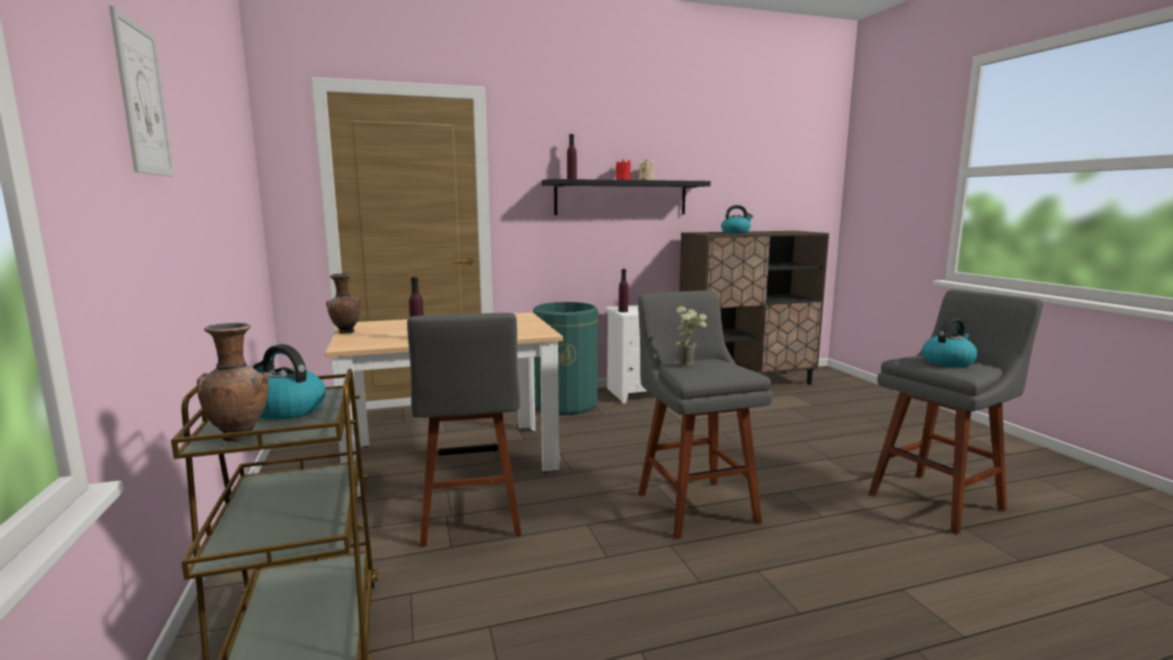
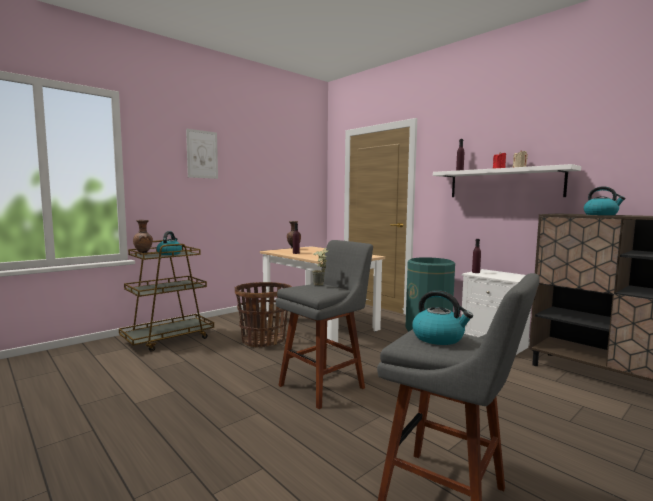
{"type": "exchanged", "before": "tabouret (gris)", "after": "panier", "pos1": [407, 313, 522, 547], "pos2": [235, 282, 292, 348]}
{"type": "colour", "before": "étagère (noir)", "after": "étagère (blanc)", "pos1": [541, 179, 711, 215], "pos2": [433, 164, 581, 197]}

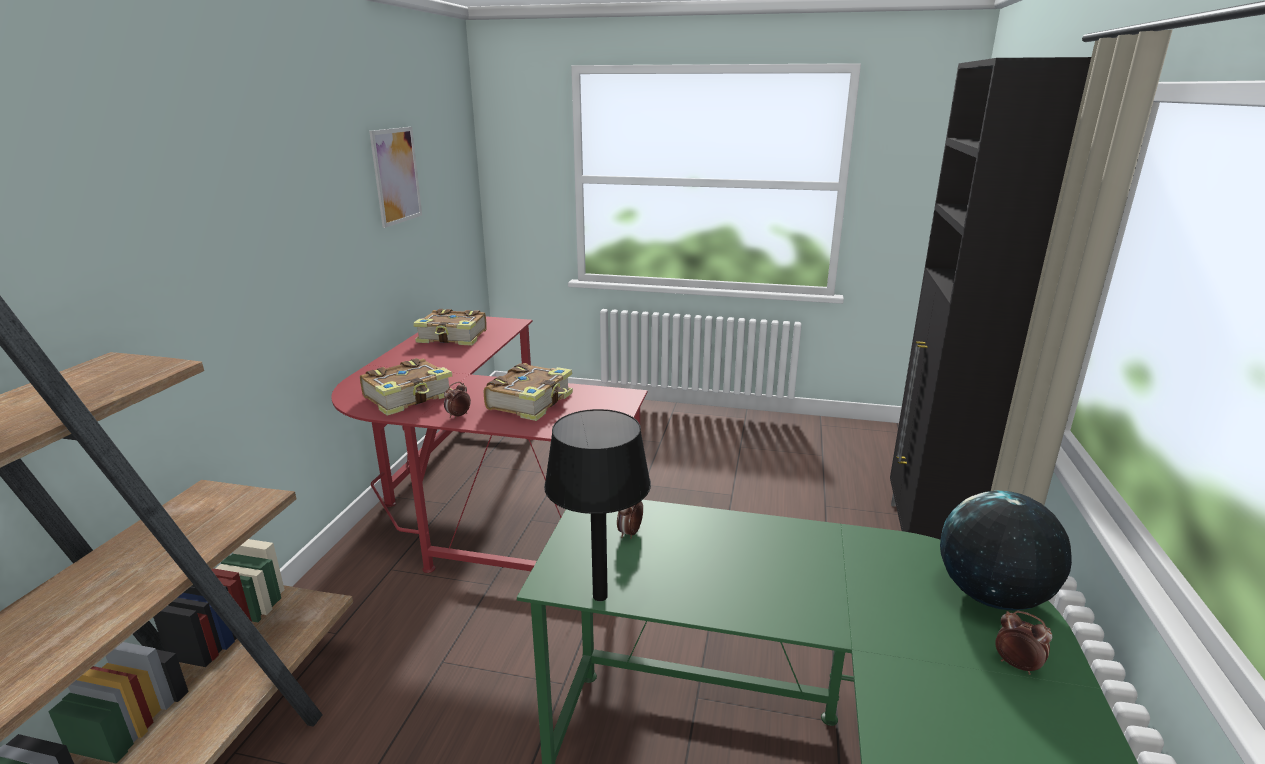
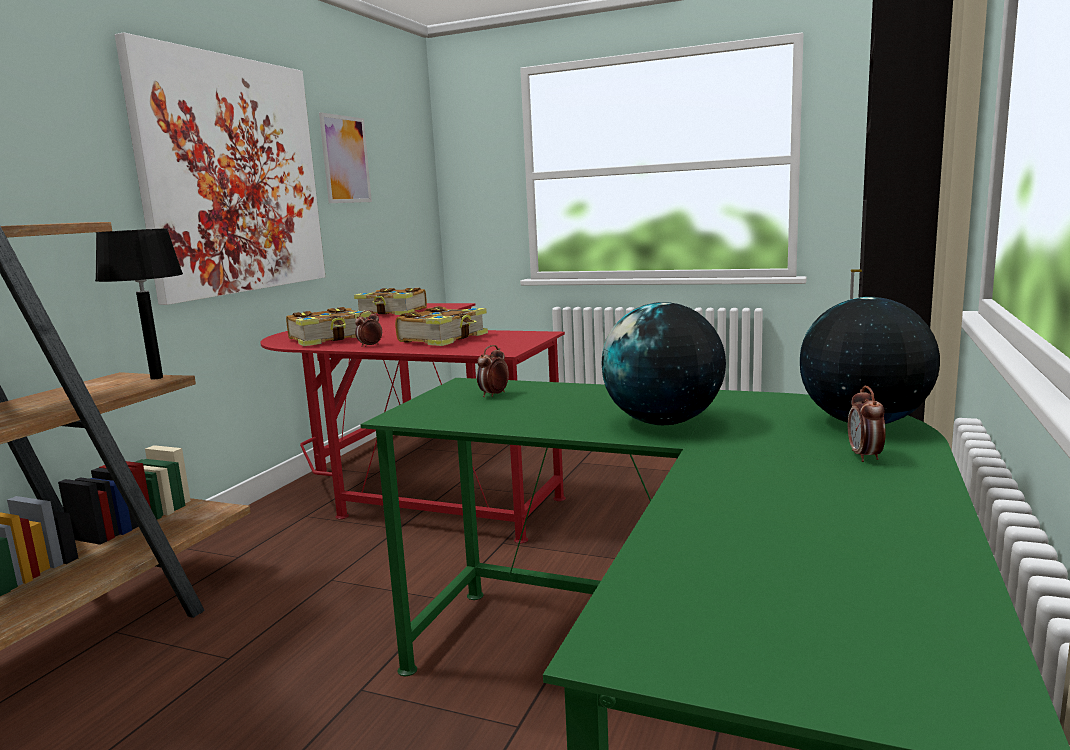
{"type": "appeared", "after": "tableau", "pos2": [115, 32, 325, 305]}
{"type": "appeared", "after": "globe", "pos2": [602, 302, 726, 425]}
{"type": "relocated", "before": "lampe de table (noir)", "pos1": [544, 409, 651, 601], "pos2": [95, 228, 183, 379]}
{"type": "spun", "before": "réveil", "pos1": [995, 611, 1052, 675], "pos2": [848, 386, 886, 462], "turn": -135}

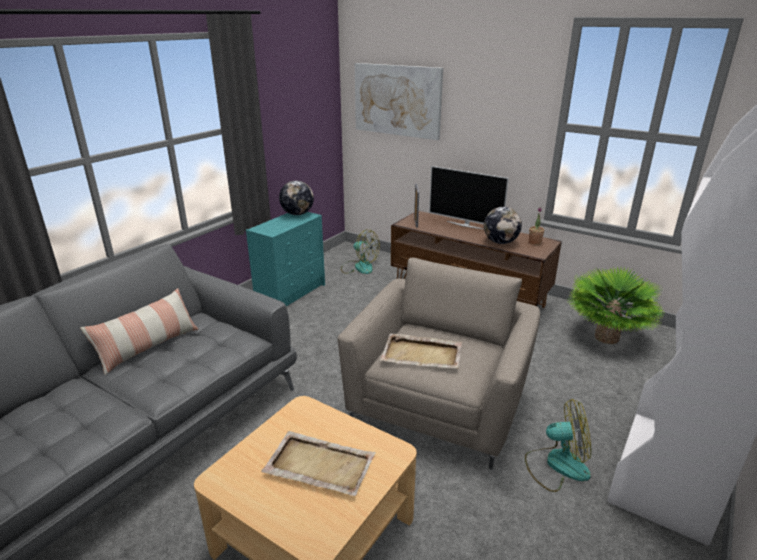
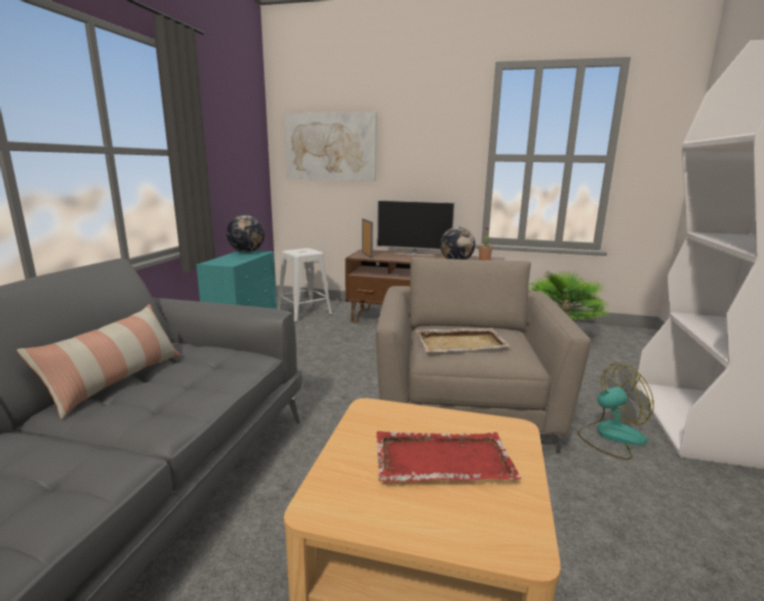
{"type": "exchanged", "before": "ventilateur", "after": "tabouret (blanc)", "pos1": [341, 229, 380, 274], "pos2": [277, 248, 332, 322]}
{"type": "colour", "before": "plateau (beige)", "after": "plateau (rouge)", "pos1": [261, 431, 376, 496], "pos2": [376, 431, 521, 482]}

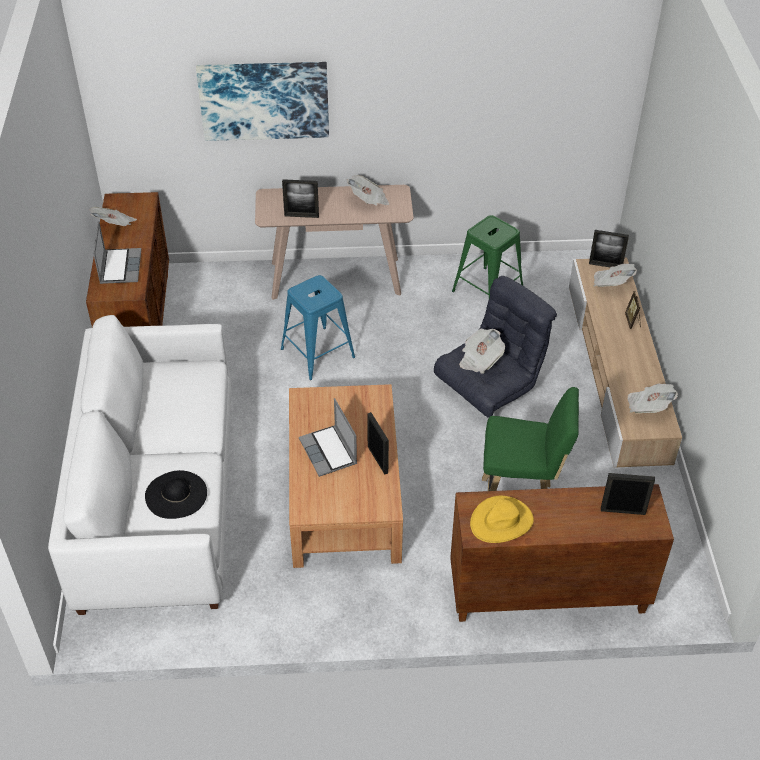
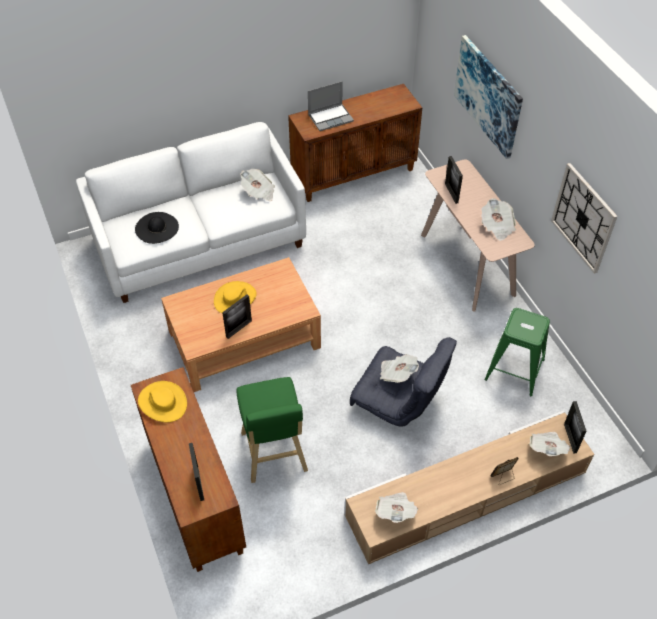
{"type": "missing", "before": "tabouret (bleu)", "pos1": [281, 275, 355, 380]}
{"type": "appeared", "after": "horloge murale", "pos2": [551, 163, 617, 274]}
{"type": "relocated", "before": "journal", "pos1": [89, 207, 137, 226], "pos2": [240, 169, 275, 201]}
{"type": "exchanged", "before": "ordinateur portable", "after": "chapeau (jaune)", "pos1": [299, 398, 357, 477], "pos2": [214, 281, 257, 313]}

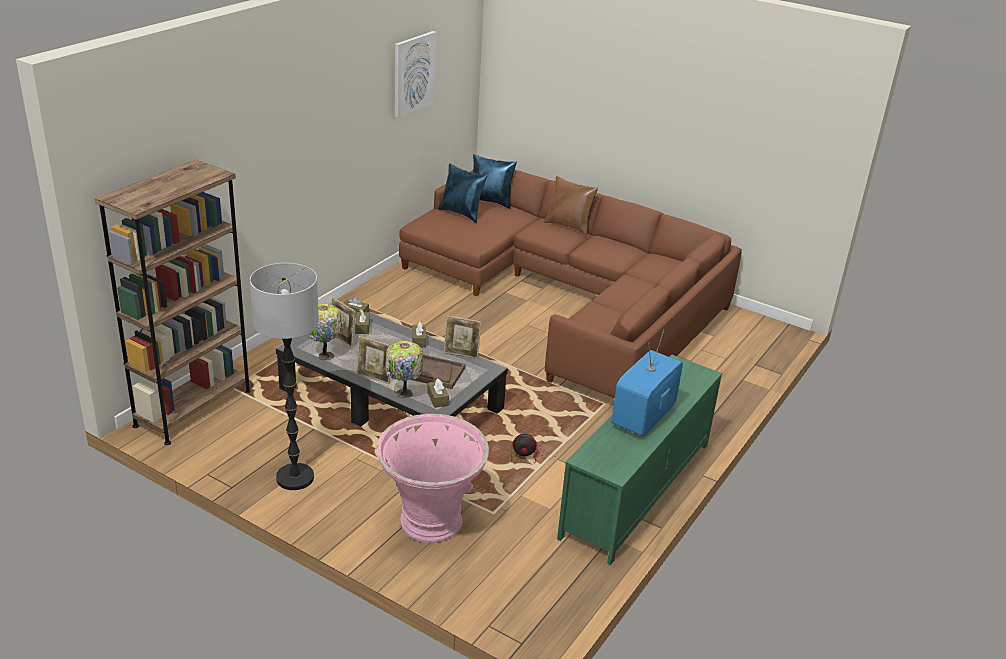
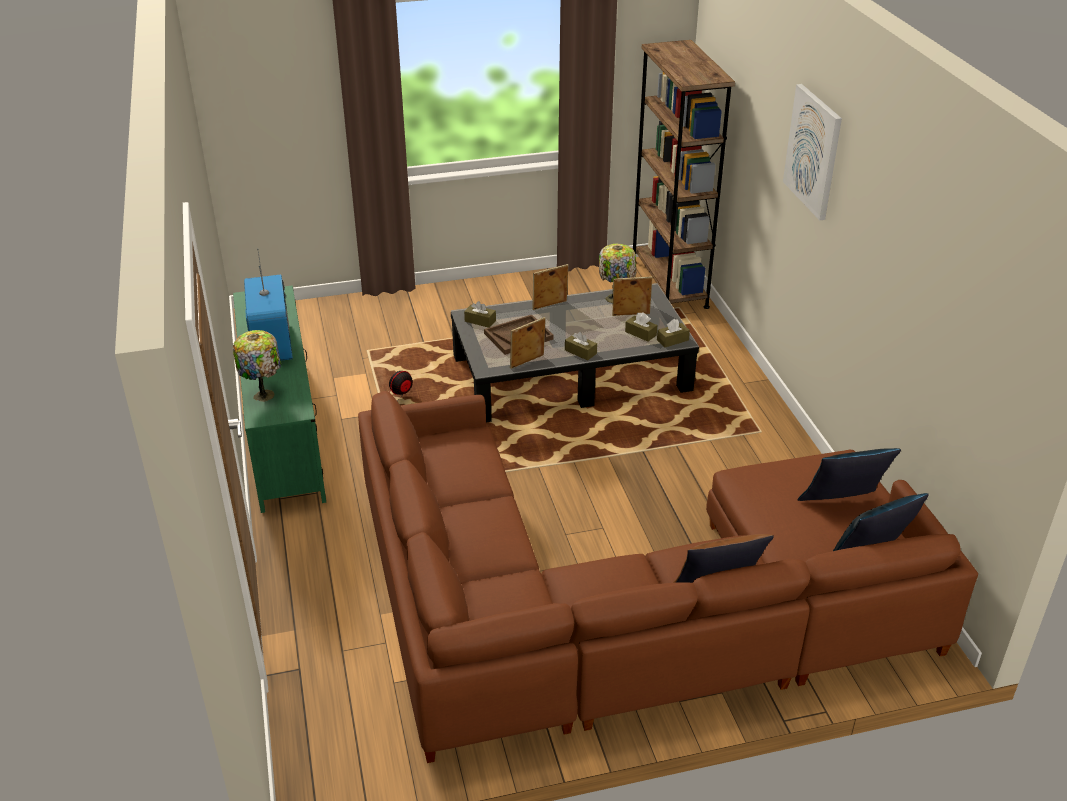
{"type": "missing", "before": "lampadaire", "pos1": [250, 263, 319, 490]}
{"type": "missing", "before": "cache-pot (rose)", "pos1": [377, 414, 489, 543]}
{"type": "relocated", "before": "lampe de table", "pos1": [385, 341, 423, 398], "pos2": [233, 330, 281, 402]}
{"type": "relocated", "before": "tableau", "pos1": [395, 31, 436, 118], "pos2": [783, 84, 842, 220]}

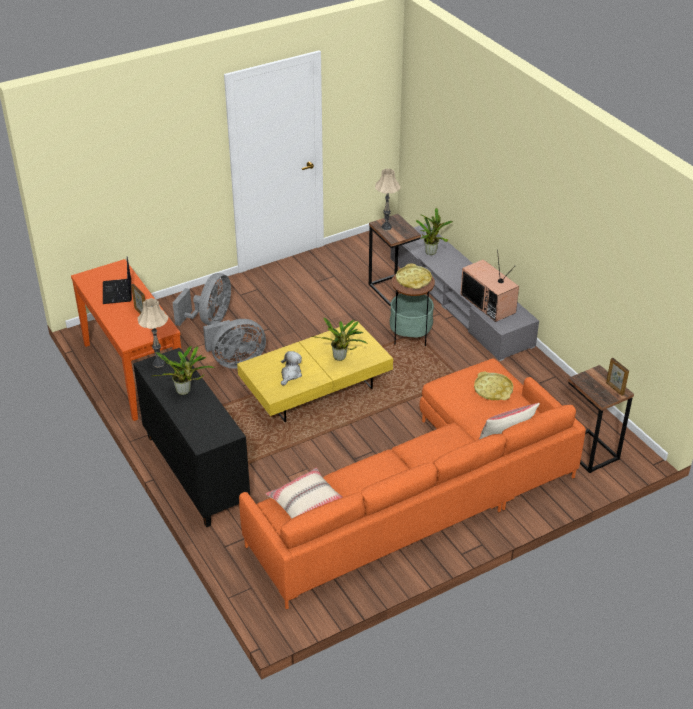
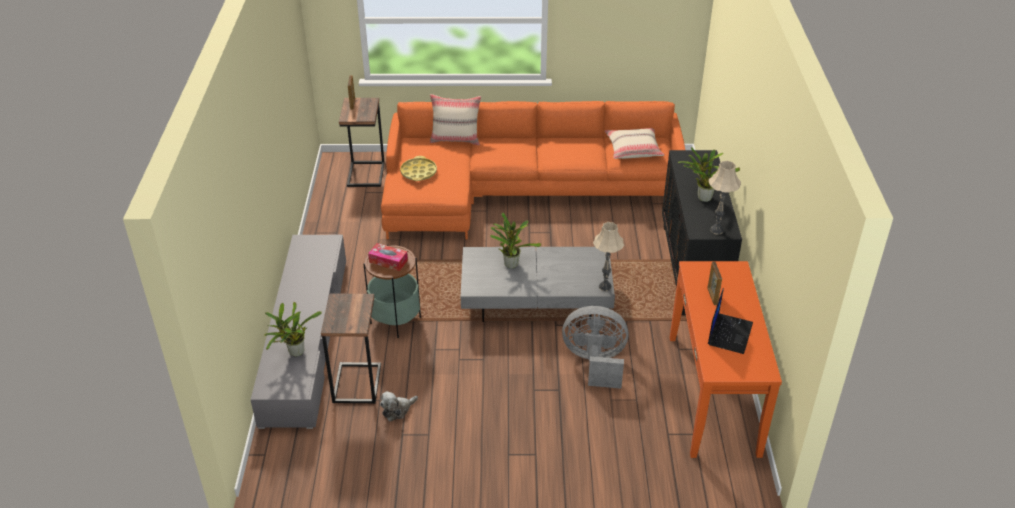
{"type": "missing", "before": "ventilateur (gris)", "pos1": [173, 273, 231, 326]}
{"type": "missing", "before": "téléviseur", "pos1": [460, 250, 519, 322]}
{"type": "relocated", "before": "peluche", "pos1": [281, 351, 302, 386], "pos2": [380, 391, 418, 421]}
{"type": "relocated", "before": "lampe de table (beige)", "pos1": [375, 169, 401, 231], "pos2": [593, 222, 624, 291]}
{"type": "exchanged", "before": "plateau (jaune)", "after": "boîte à mouchoirs", "pos1": [396, 264, 432, 289], "pos2": [368, 243, 408, 271]}
{"type": "colour", "before": "table basse (jaune)", "after": "table basse (gris)", "pos1": [237, 321, 393, 422], "pos2": [461, 247, 615, 322]}

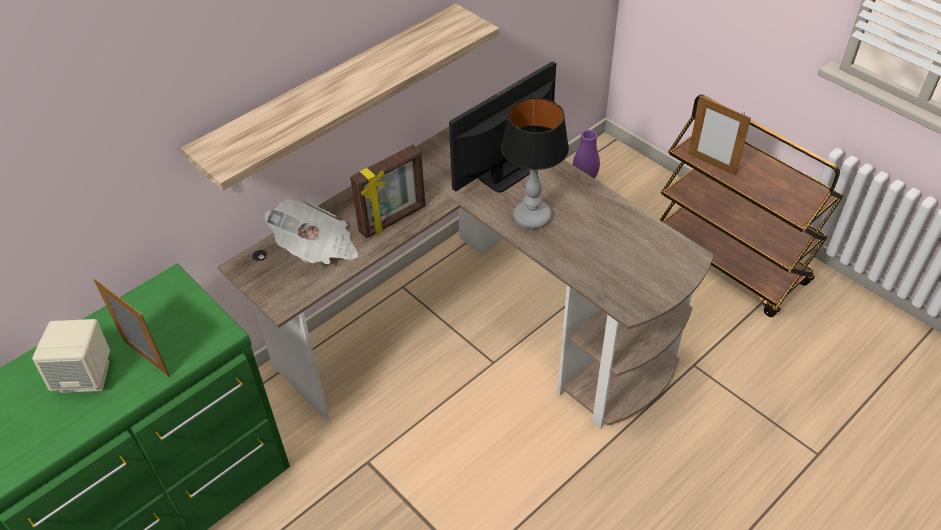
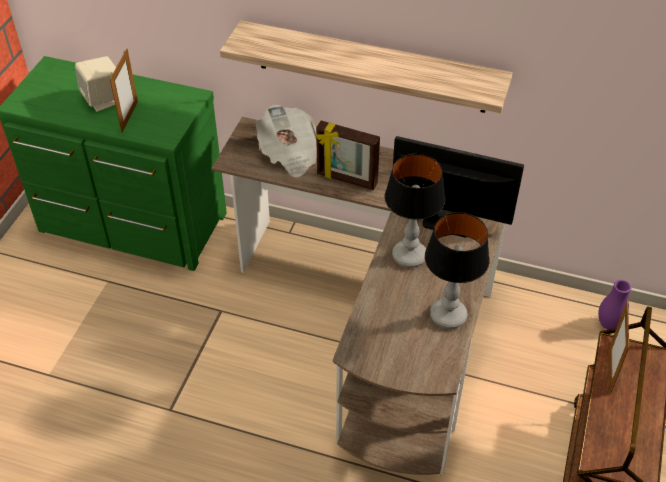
{"type": "appeared", "after": "lampe de table", "pos2": [425, 212, 490, 329]}

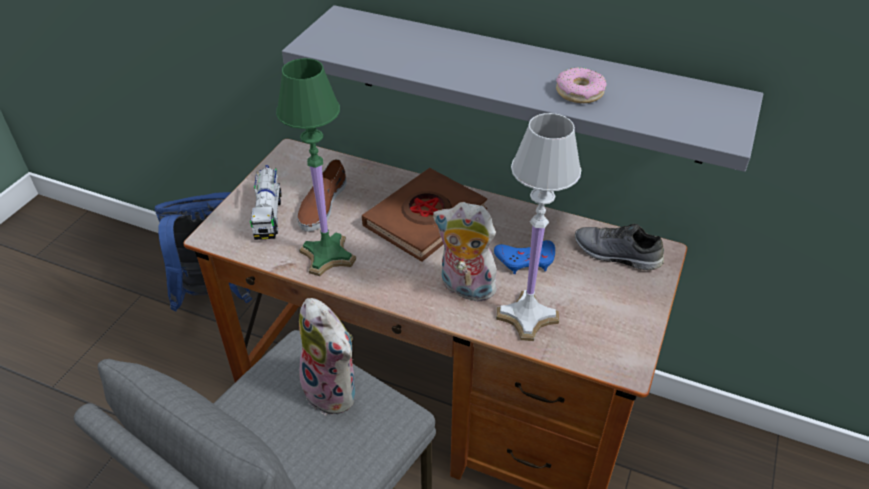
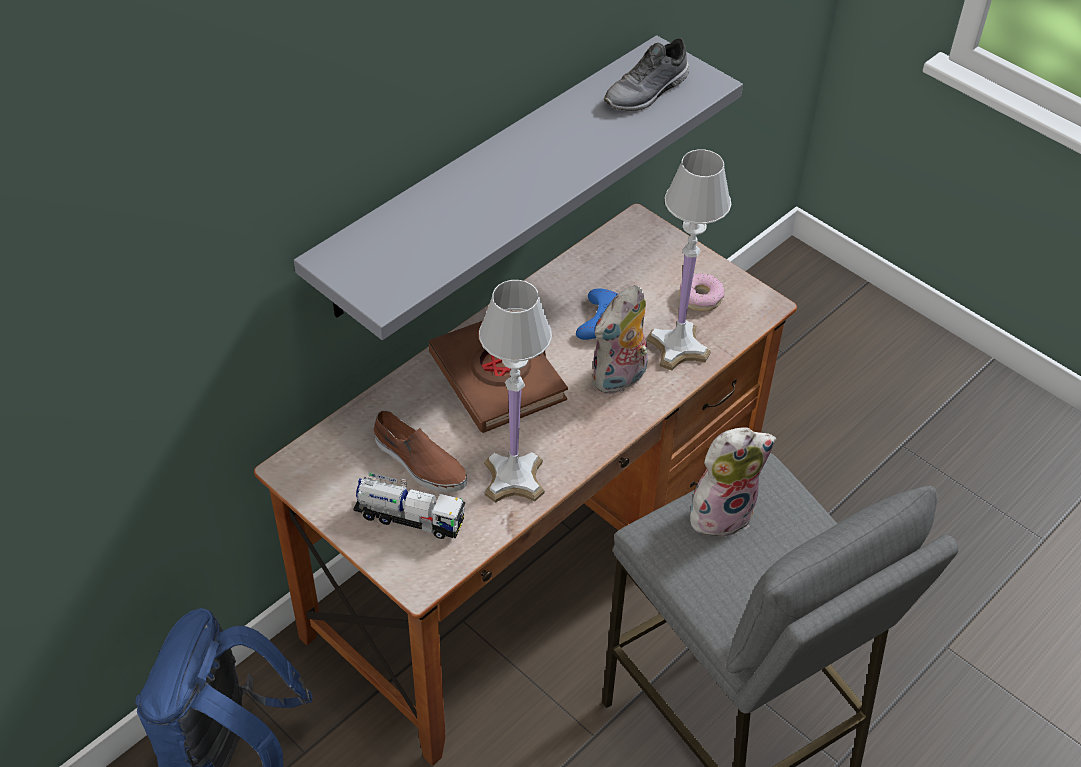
{"type": "relocated", "before": "beignet", "pos1": [556, 67, 607, 103], "pos2": [679, 273, 724, 311]}
{"type": "relocated", "before": "chaussure (gris)", "pos1": [575, 224, 664, 270], "pos2": [604, 38, 689, 111]}
{"type": "colour", "before": "lampe de table (vert)", "after": "lampe de table (blanc)", "pos1": [276, 58, 356, 276], "pos2": [479, 280, 552, 503]}

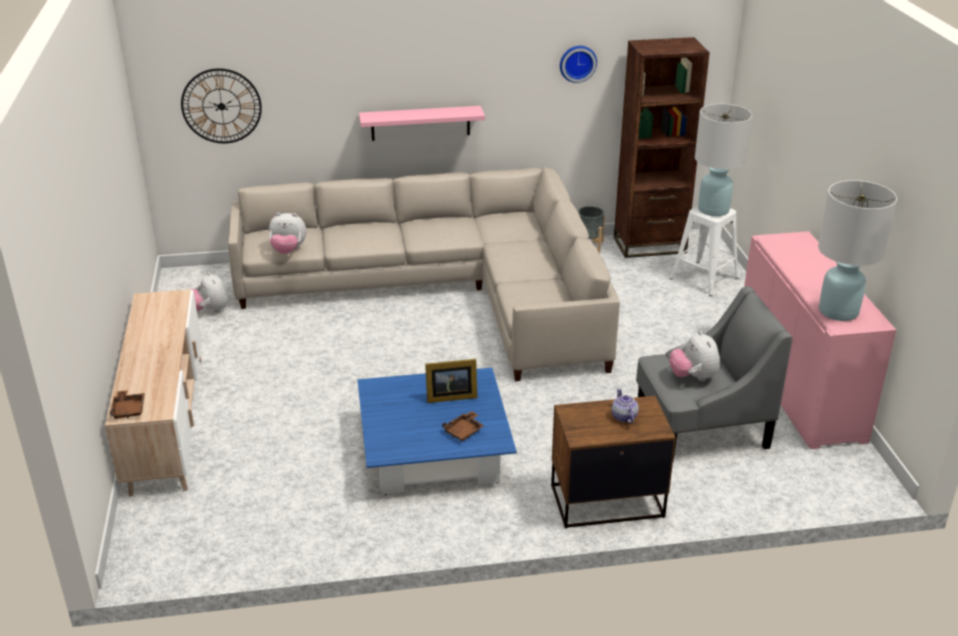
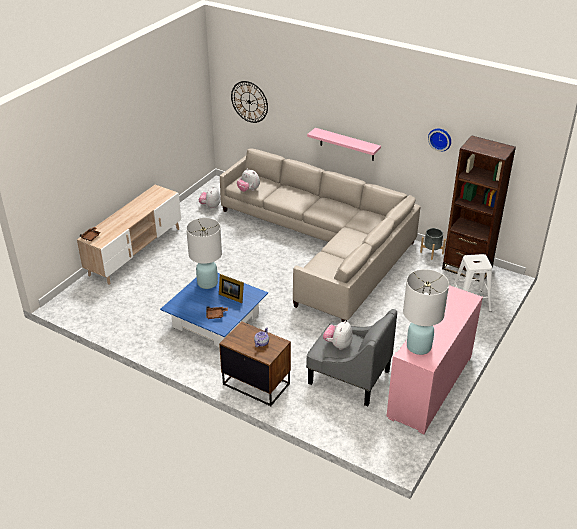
{"type": "relocated", "before": "lampe de table (blanc)", "pos1": [695, 104, 752, 216], "pos2": [186, 218, 222, 289]}

